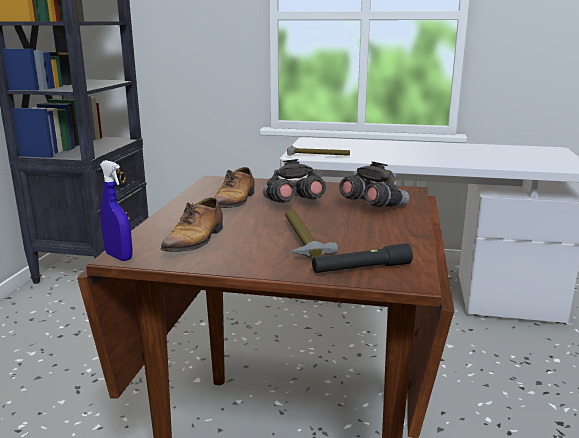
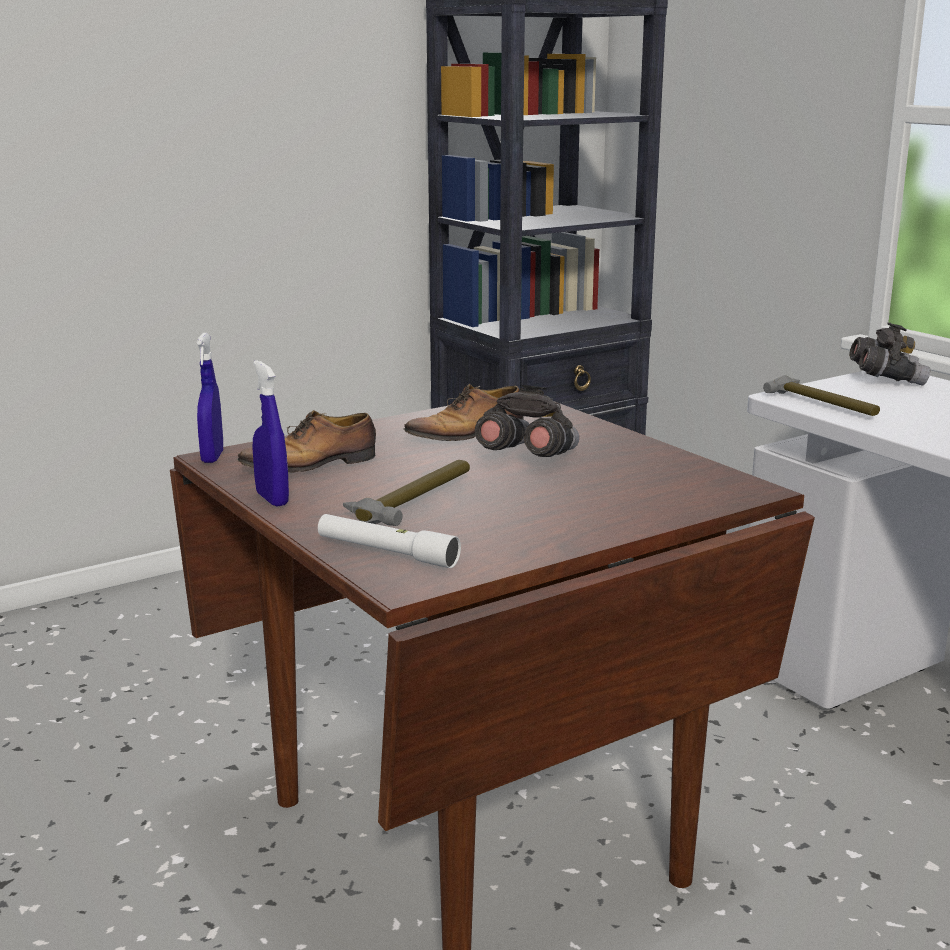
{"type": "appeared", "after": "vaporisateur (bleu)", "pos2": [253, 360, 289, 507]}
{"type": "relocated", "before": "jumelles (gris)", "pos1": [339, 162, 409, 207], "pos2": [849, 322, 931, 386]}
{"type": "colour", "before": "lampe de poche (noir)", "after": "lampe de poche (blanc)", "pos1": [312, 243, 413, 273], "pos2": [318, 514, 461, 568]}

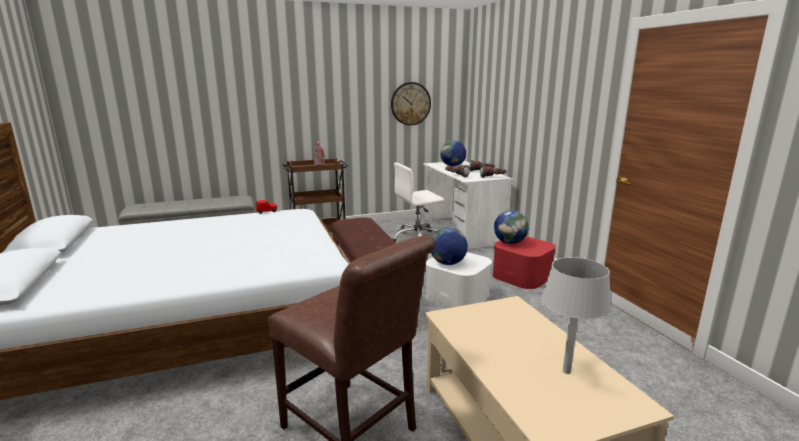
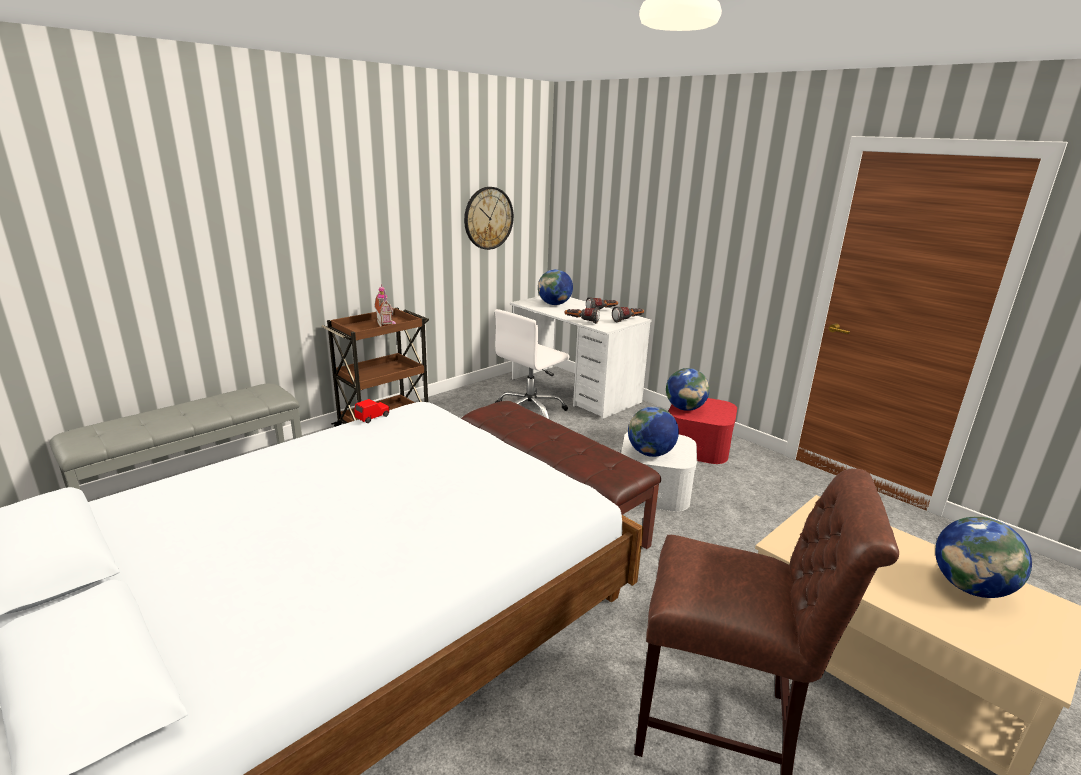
{"type": "exchanged", "before": "lampe de table (gris)", "after": "globe", "pos1": [541, 257, 612, 374], "pos2": [935, 517, 1032, 598]}

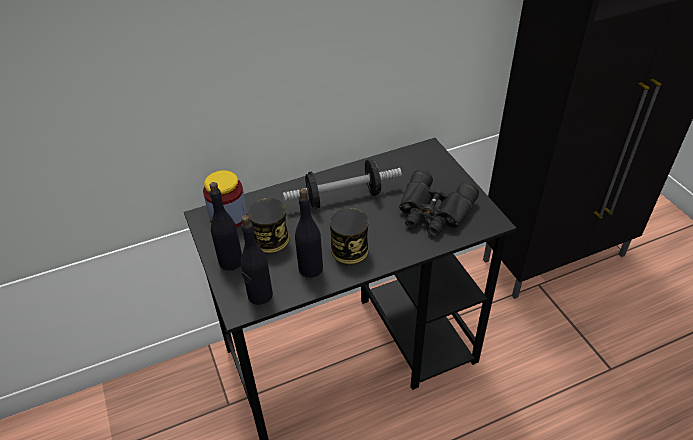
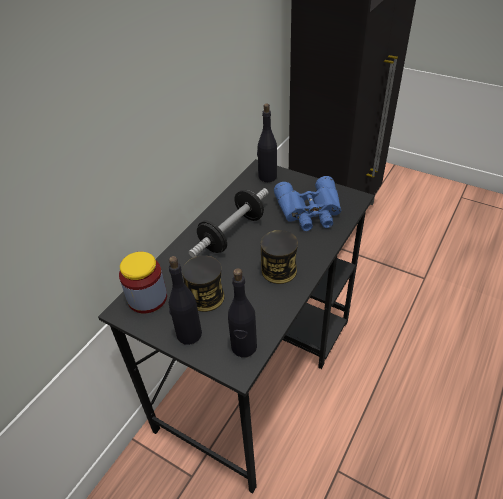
{"type": "relocated", "before": "bouteille (noir)", "pos1": [295, 188, 323, 278], "pos2": [257, 104, 277, 182]}
{"type": "colour", "before": "jumelles (noir)", "after": "jumelles (bleu)", "pos1": [399, 169, 479, 236], "pos2": [274, 176, 341, 231]}

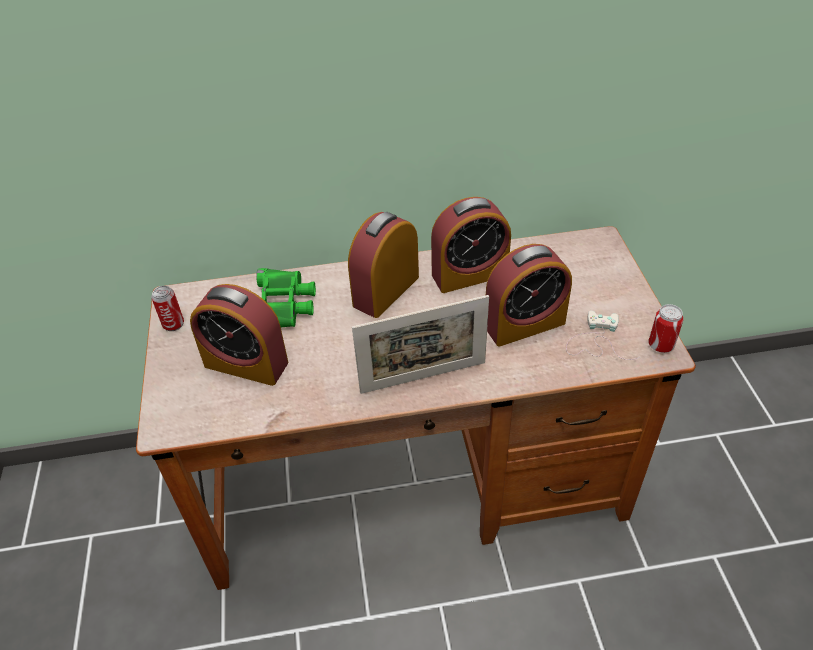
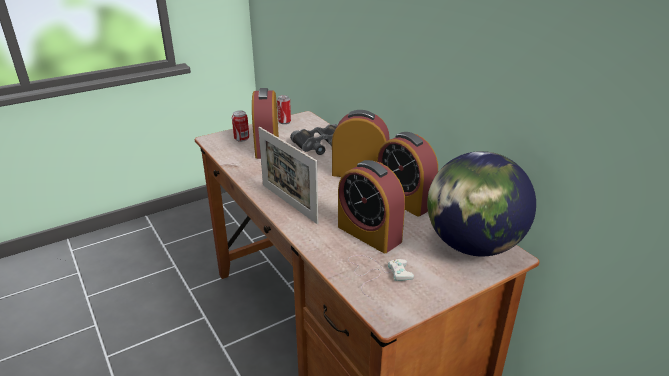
{"type": "appeared", "after": "globe", "pos2": [427, 151, 536, 256]}
{"type": "relocated", "before": "boîte métallique", "pos1": [648, 304, 683, 353], "pos2": [232, 110, 249, 142]}
{"type": "colour", "before": "jumelles (vert)", "after": "jumelles (noir)", "pos1": [256, 268, 316, 328], "pos2": [290, 124, 337, 155]}

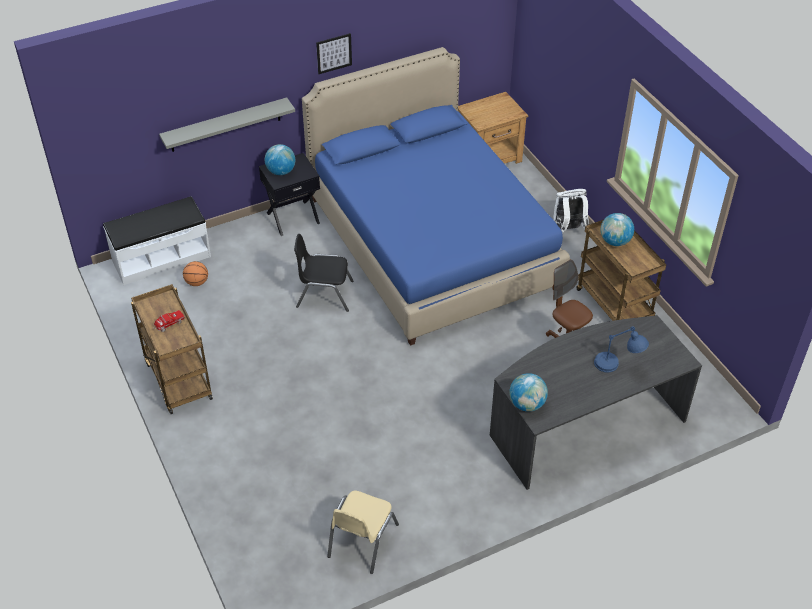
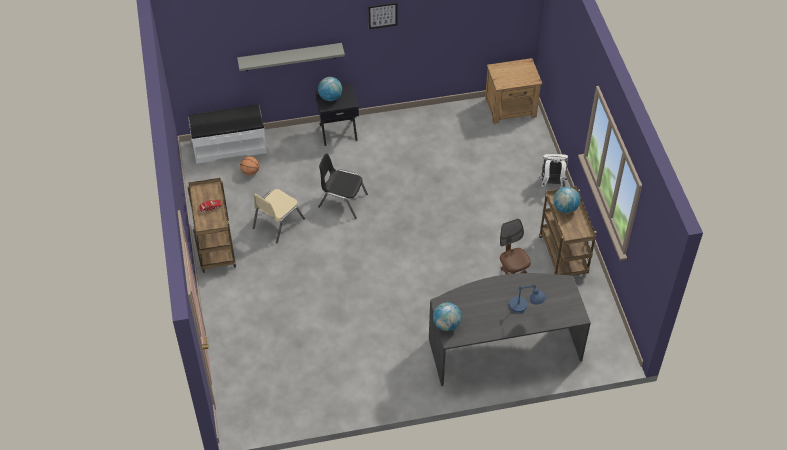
{"type": "missing", "before": "lit (bleu)", "pos1": [302, 47, 570, 346]}
{"type": "relocated", "before": "chaise (beige)", "pos1": [327, 491, 399, 574], "pos2": [253, 189, 305, 243]}

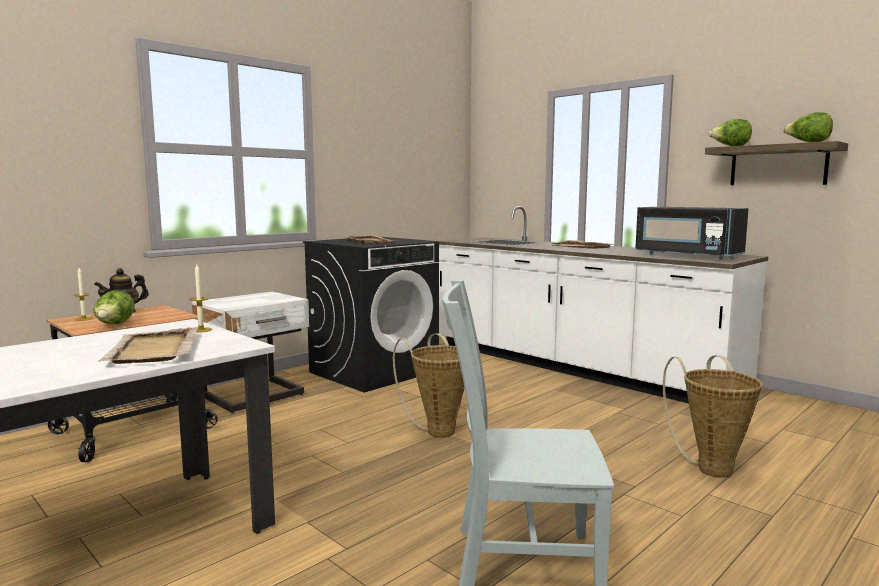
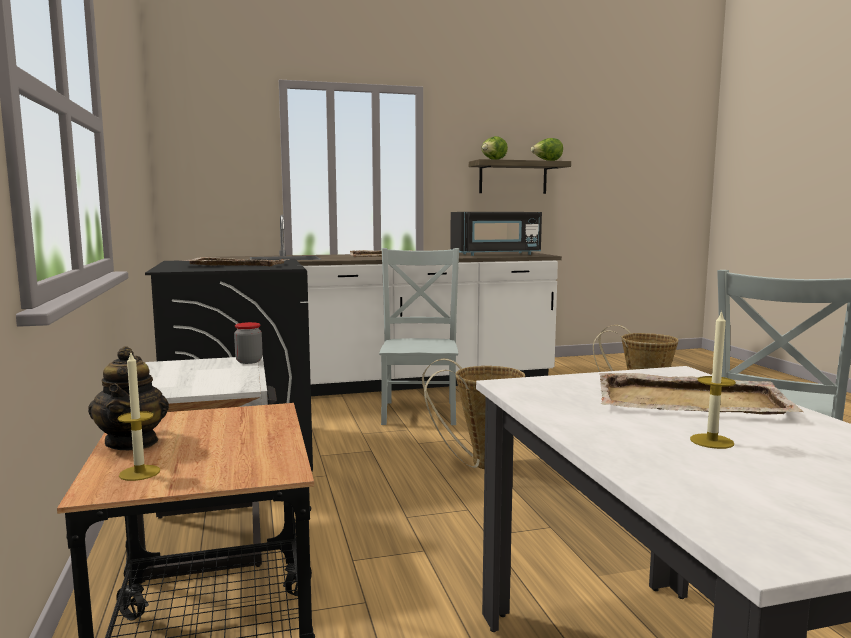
{"type": "missing", "before": "laitue", "pos1": [93, 290, 135, 324]}
{"type": "appeared", "after": "bocal", "pos2": [234, 322, 263, 364]}
{"type": "appeared", "after": "chaise (gris)", "pos2": [379, 248, 459, 425]}
{"type": "relocated", "before": "bougie", "pos1": [190, 264, 212, 333], "pos2": [690, 310, 736, 449]}

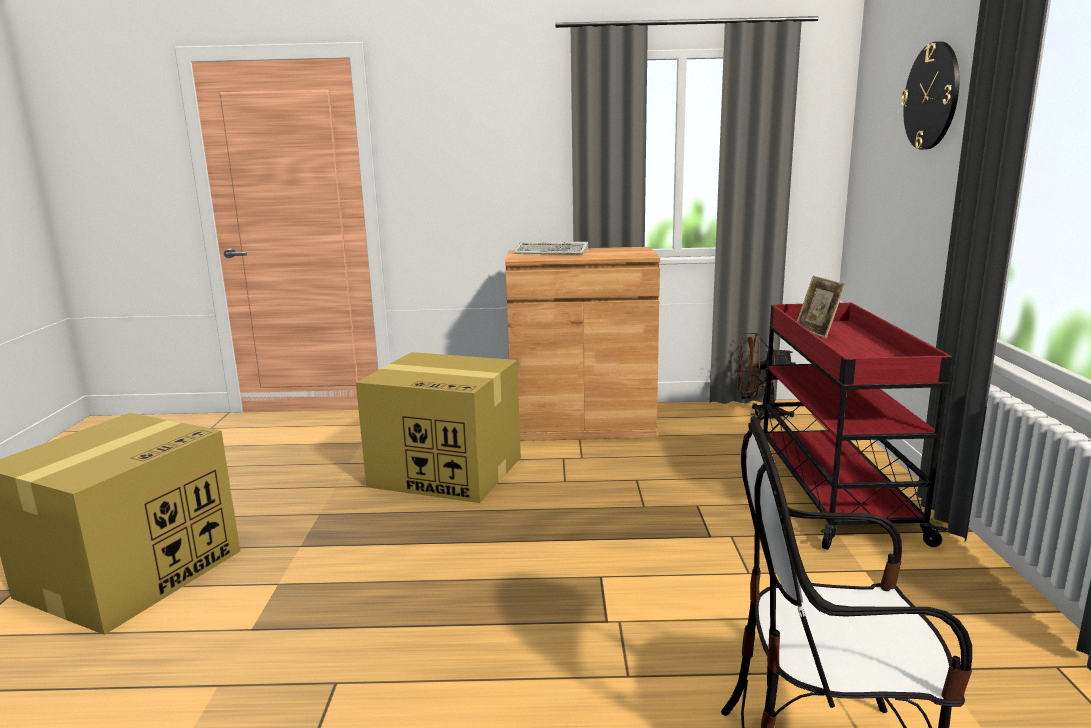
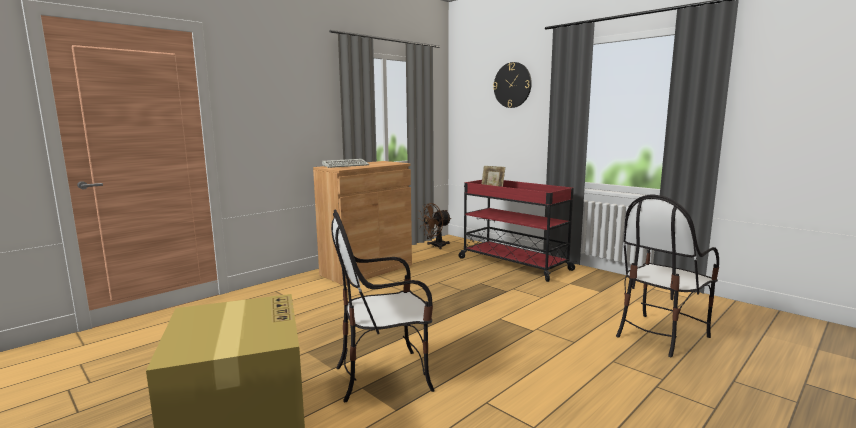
{"type": "missing", "before": "carton", "pos1": [356, 352, 521, 503]}
{"type": "appeared", "after": "chaise", "pos2": [331, 210, 435, 402]}

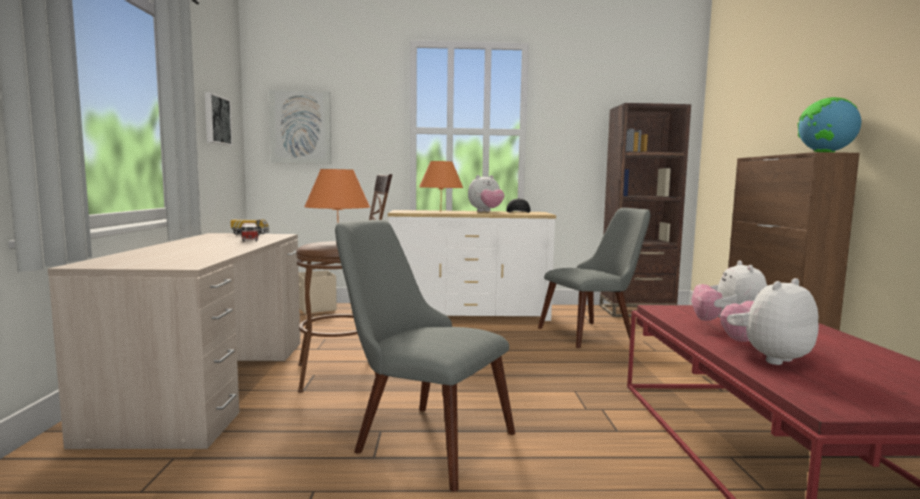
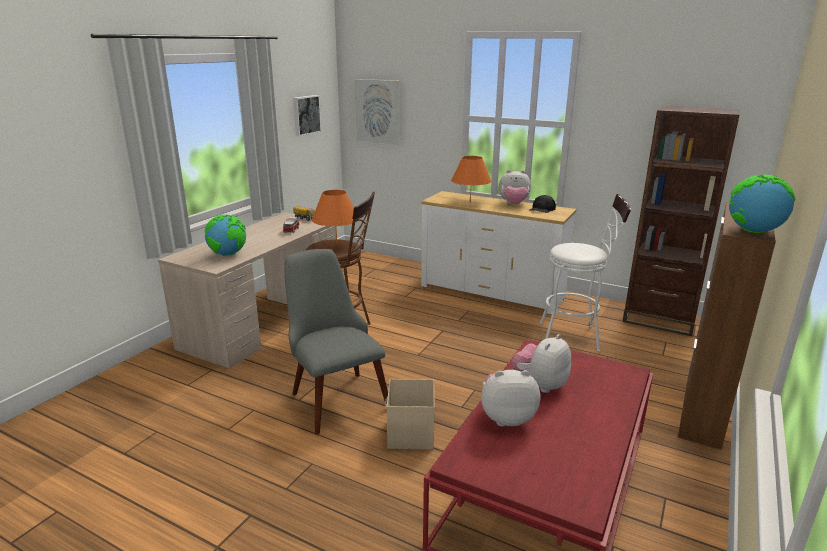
{"type": "appeared", "after": "globe", "pos2": [205, 215, 246, 256]}
{"type": "relocated", "before": "boîte de rangement (beige)", "pos1": [299, 270, 337, 314], "pos2": [385, 379, 435, 450]}
{"type": "exchanged", "before": "chaise (gris)", "after": "tabouret (blanc)", "pos1": [538, 208, 651, 348], "pos2": [540, 194, 631, 352]}

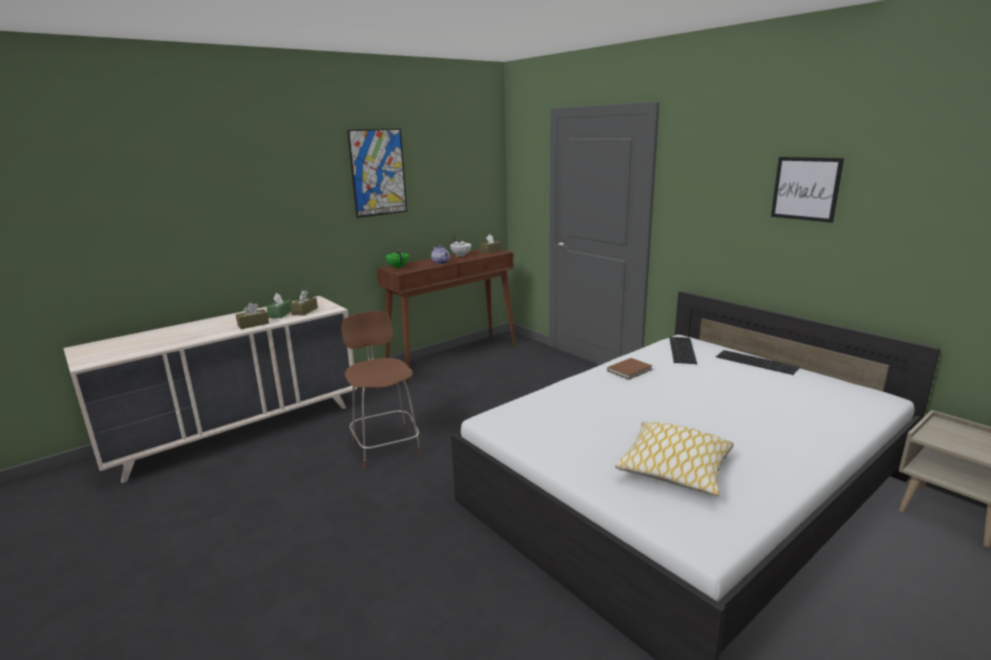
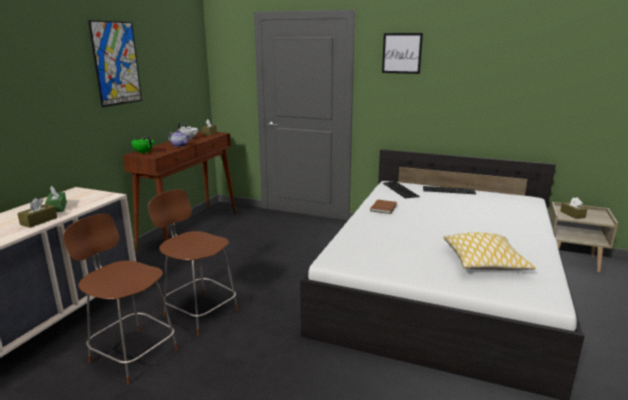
{"type": "appeared", "after": "chaise (marron)", "pos2": [63, 214, 178, 385]}
{"type": "relocated", "before": "boîte à mouchoirs (marron)", "pos1": [290, 290, 318, 316], "pos2": [560, 197, 587, 219]}
{"type": "relocated", "before": "tableau", "pos1": [771, 157, 844, 223], "pos2": [382, 33, 423, 74]}

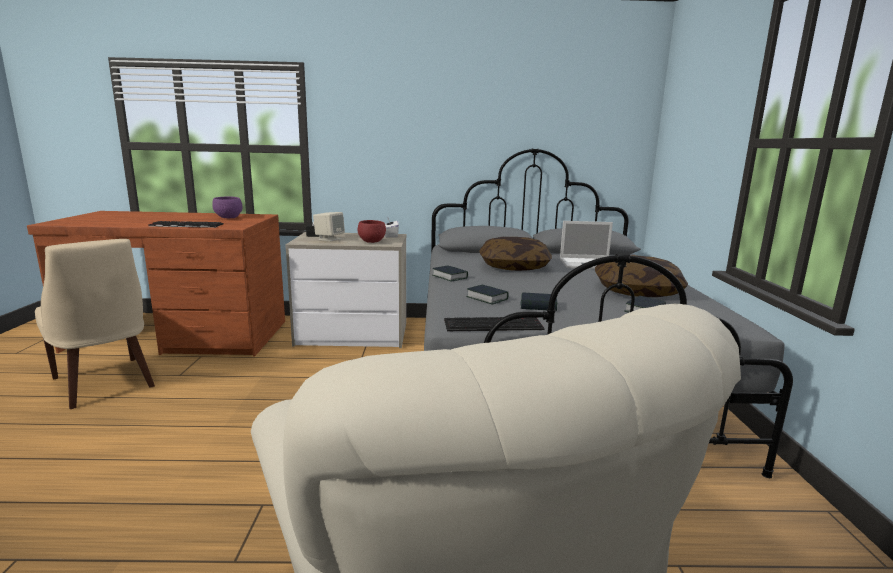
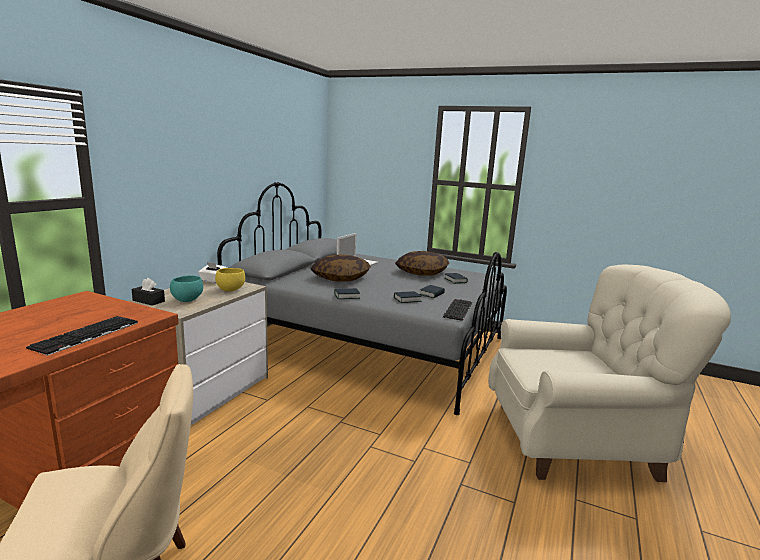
{"type": "missing", "before": "bol (violet)", "pos1": [212, 197, 242, 218]}
{"type": "exchanged", "before": "enceinte (beige)", "after": "bol (turquoise)", "pos1": [313, 212, 345, 241], "pos2": [170, 275, 203, 302]}
{"type": "colour", "before": "bol (rouge)", "after": "bol (jaune)", "pos1": [358, 220, 386, 243], "pos2": [215, 268, 245, 292]}

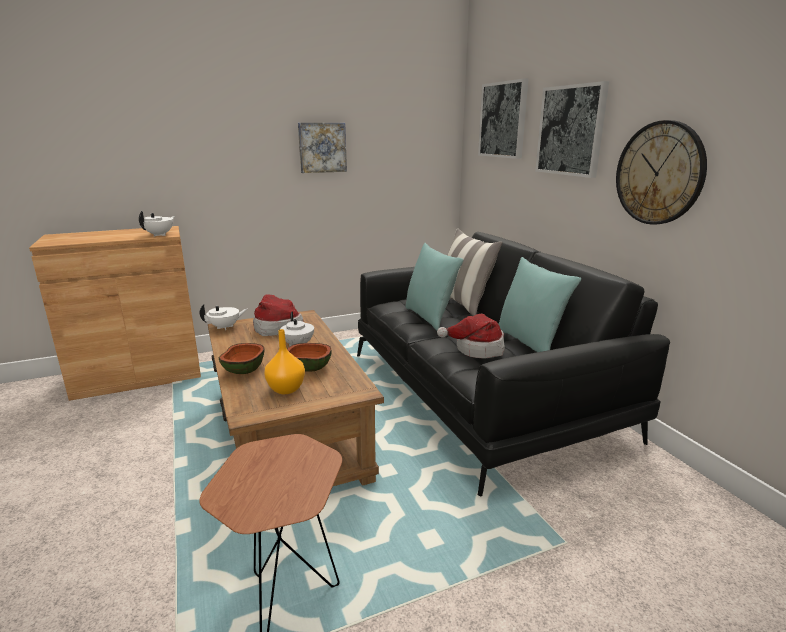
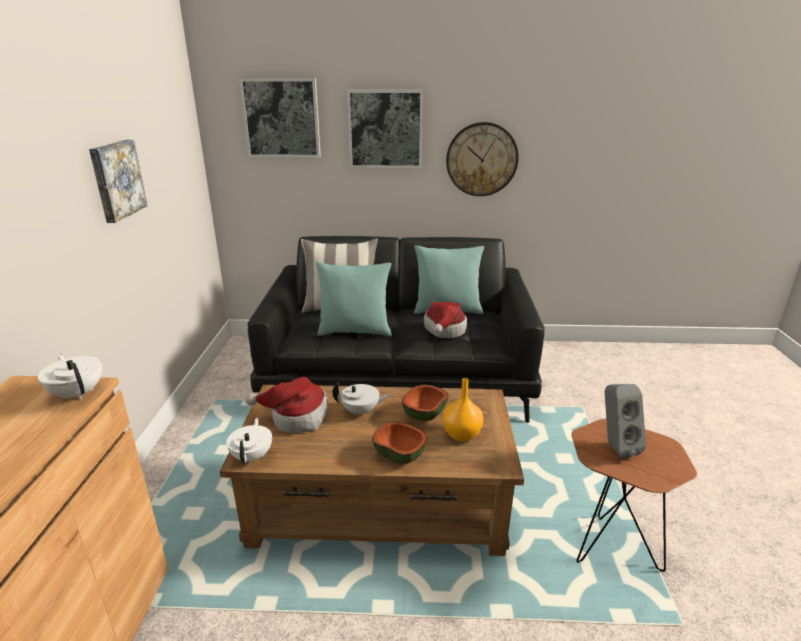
{"type": "appeared", "after": "enceinte (gris)", "pos2": [605, 384, 646, 459]}

